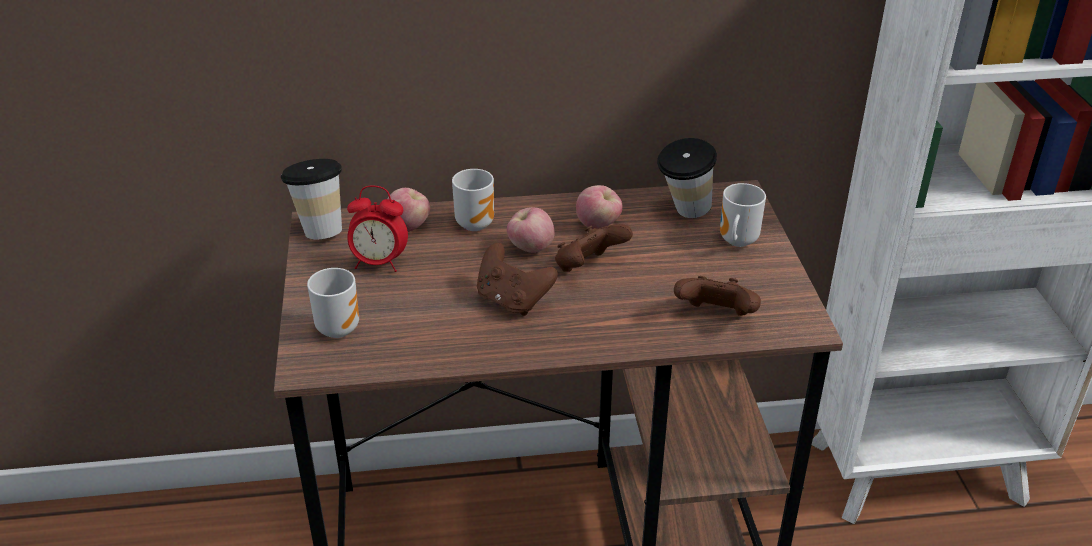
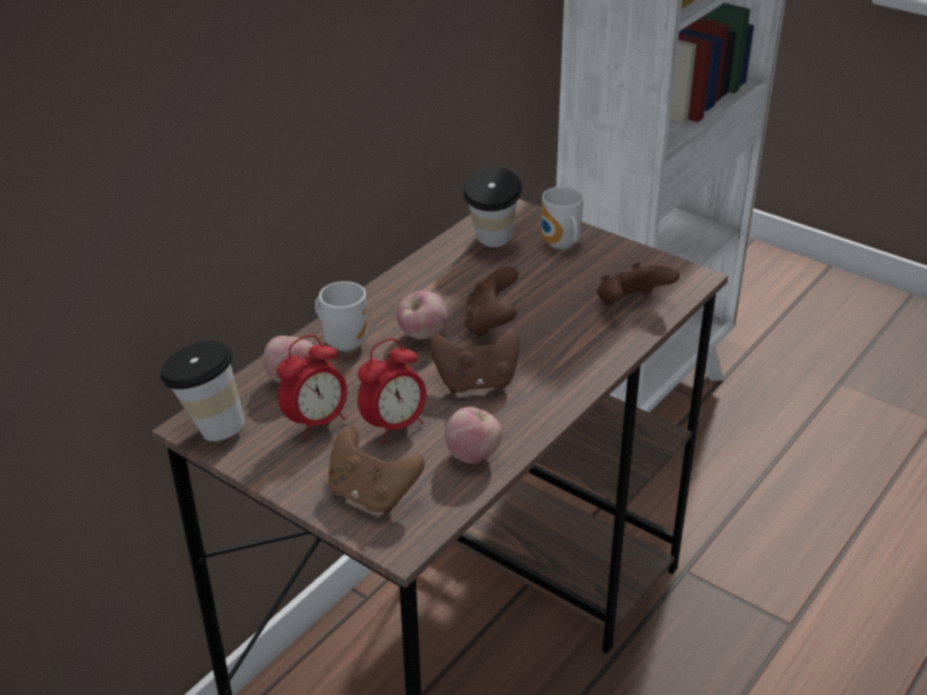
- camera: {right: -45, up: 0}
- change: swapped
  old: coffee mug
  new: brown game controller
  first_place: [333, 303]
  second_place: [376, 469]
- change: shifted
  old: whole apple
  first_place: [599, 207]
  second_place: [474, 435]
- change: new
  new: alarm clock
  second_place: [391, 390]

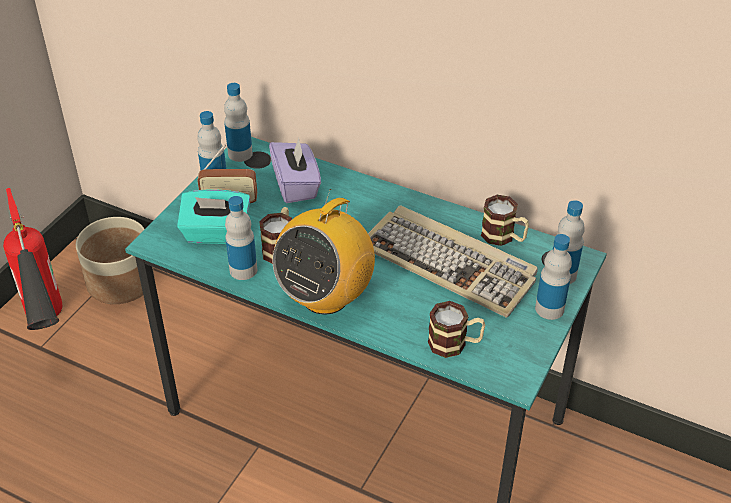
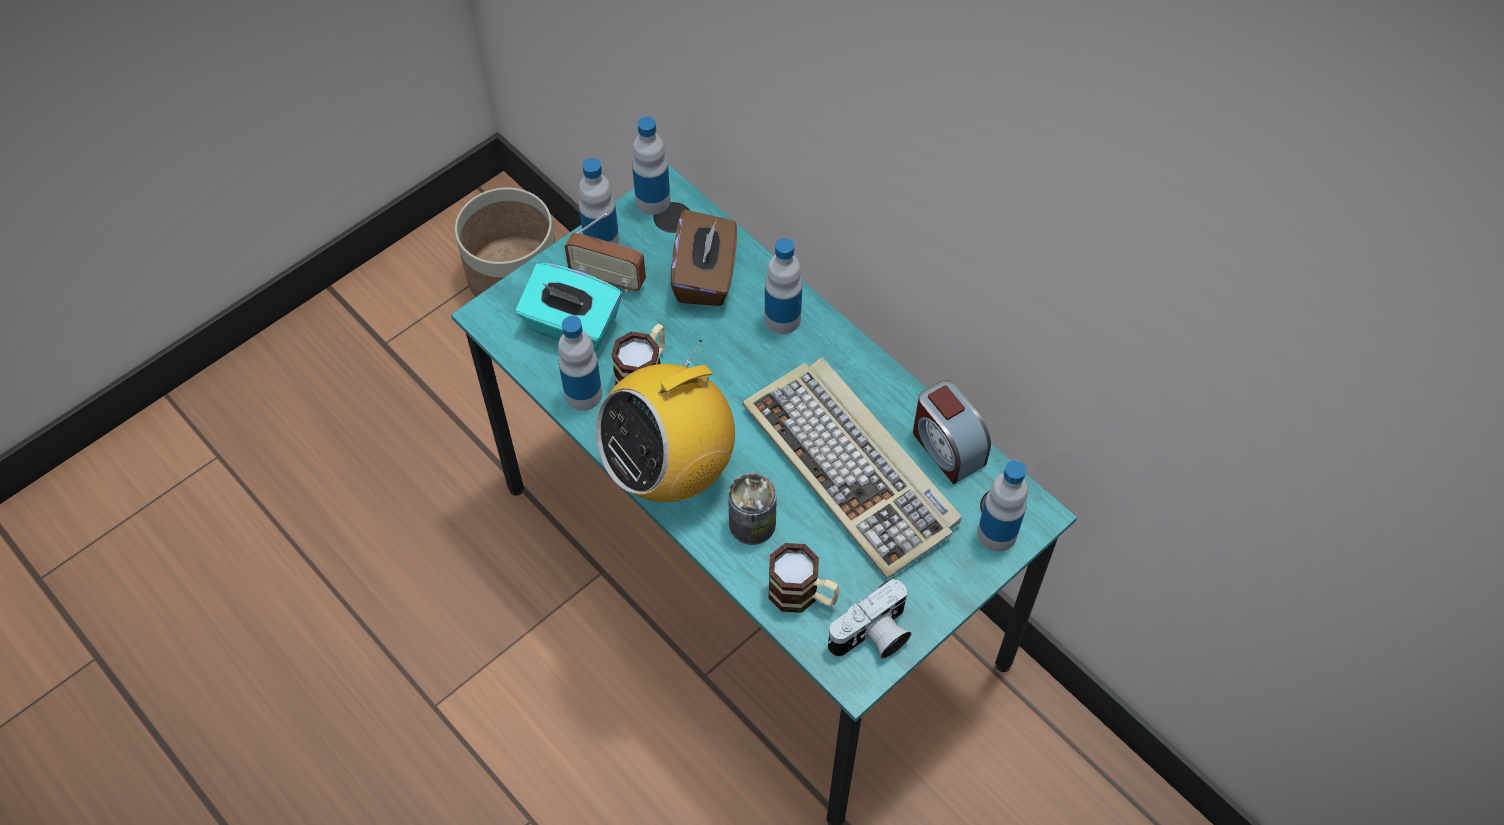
- camera: {right: 20, up: 15}
- change: gone
  old: fire-fighting cylinder
  first_place: [32, 259]
- change: repainted
  old: purple box of tissues
  new: brown box of tissues
  first_place: [295, 170]
  second_place: [704, 257]
- change: swapped
  old: coffee mug
  new: alarm clock
  first_place: [505, 220]
  second_place: [952, 432]
- change: shifted
  old: bottle
  first_place: [553, 277]
  second_place: [783, 286]
- change: new
  new: can
  second_place: [752, 509]
- change: new
  new: photo camera
  second_place: [869, 619]

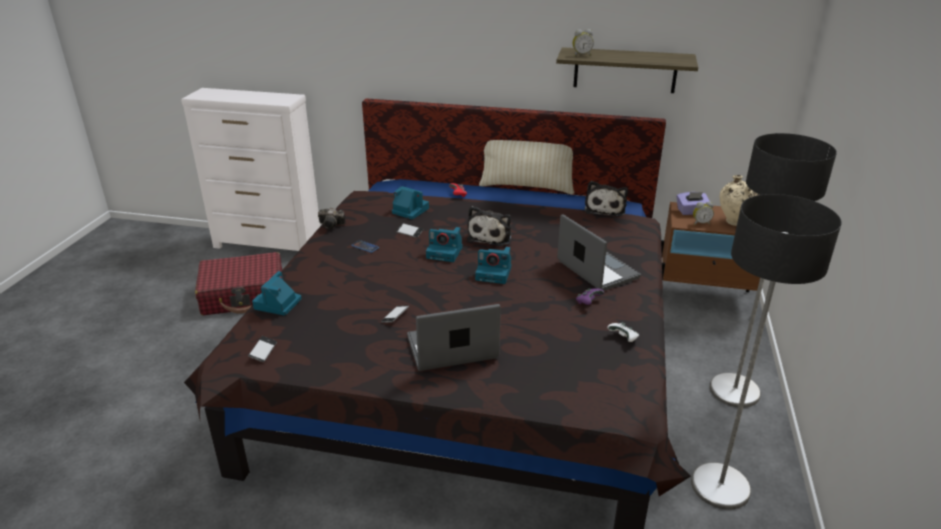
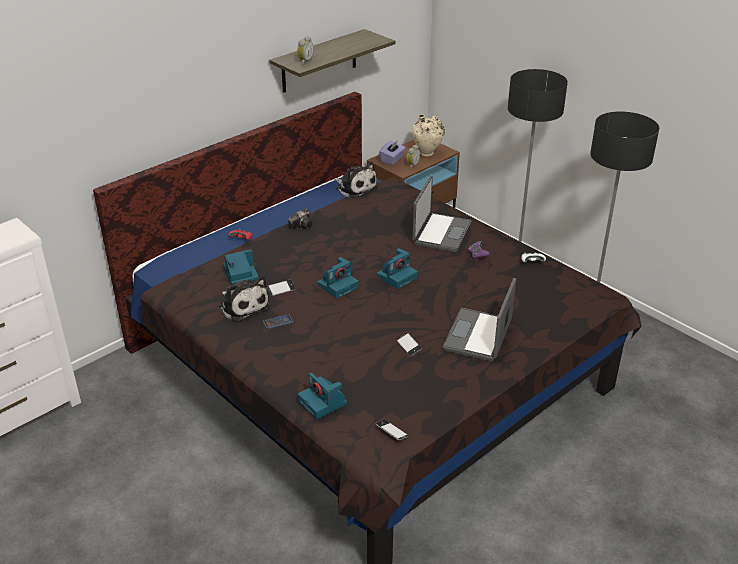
- camera: {right: -55, up: 5}
- change: gone
  old: reddish suitcase
  first_place: [238, 283]
- change: shifted
  old: photo camera
  first_place: [332, 218]
  second_place: [300, 219]
- change: shifted
  old: soft toy
  first_place: [489, 226]
  second_place: [244, 299]
- change: gone
  old: beige-coloured pillow
  first_place: [527, 167]
- change: rotated
  old: laptop
  first_place: [599, 252]
  second_place: [441, 214]
  degrees: 105

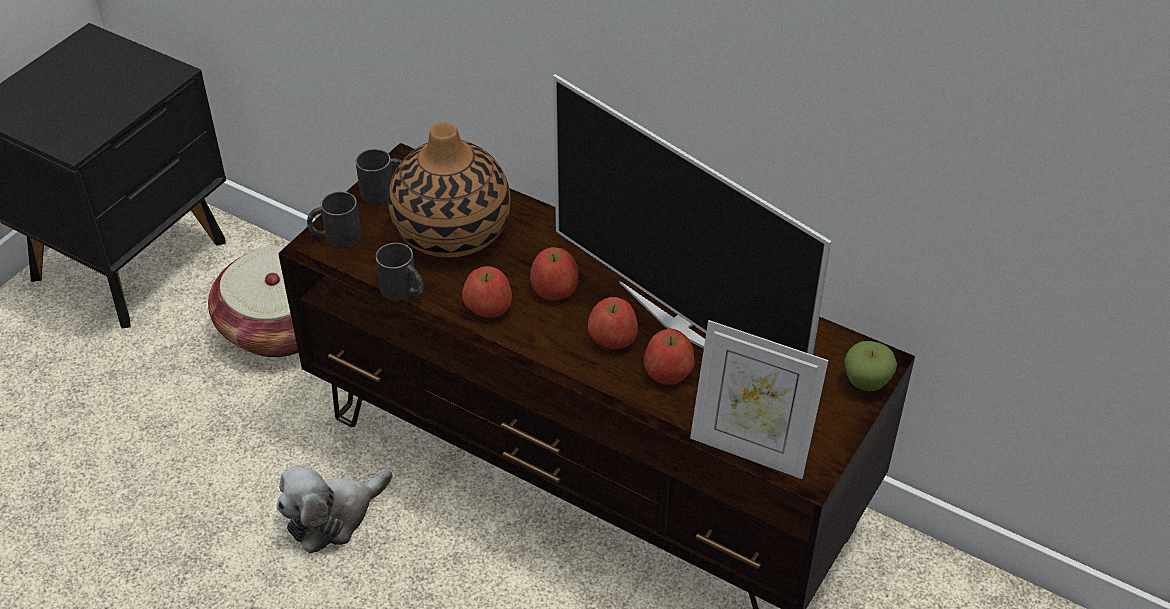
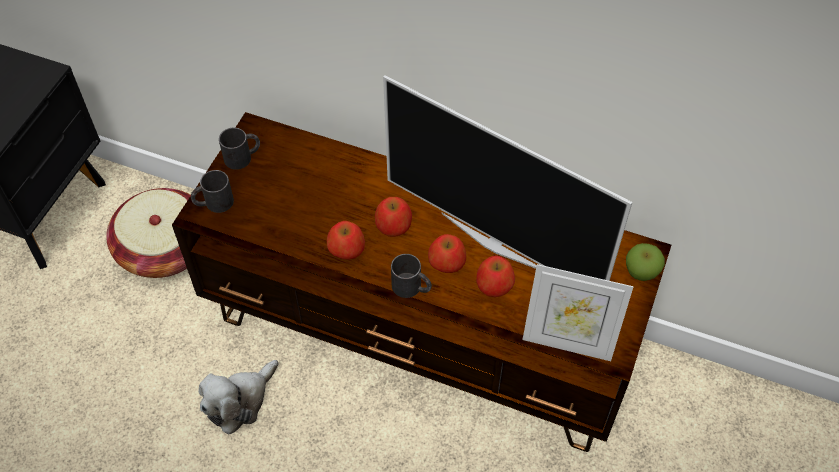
- camera: {right: -10, up: 10}
- change: shifted
  old: black coffee mug
  first_place: [399, 271]
  second_place: [411, 276]
- change: gone
  old: vase
  first_place: [449, 190]

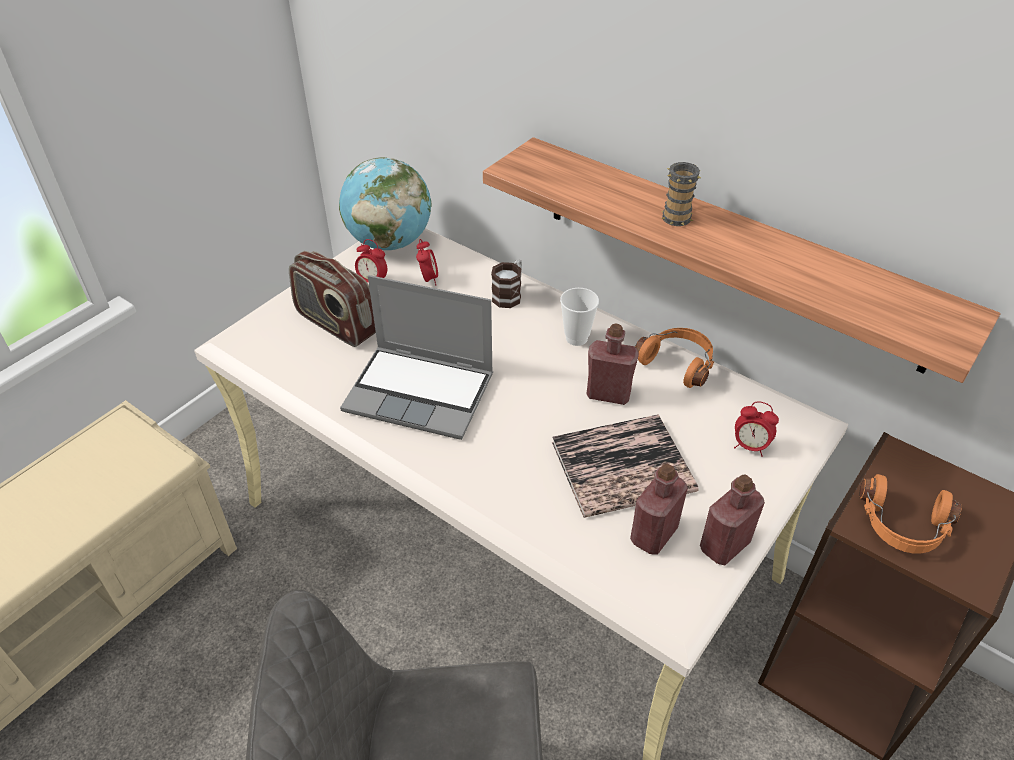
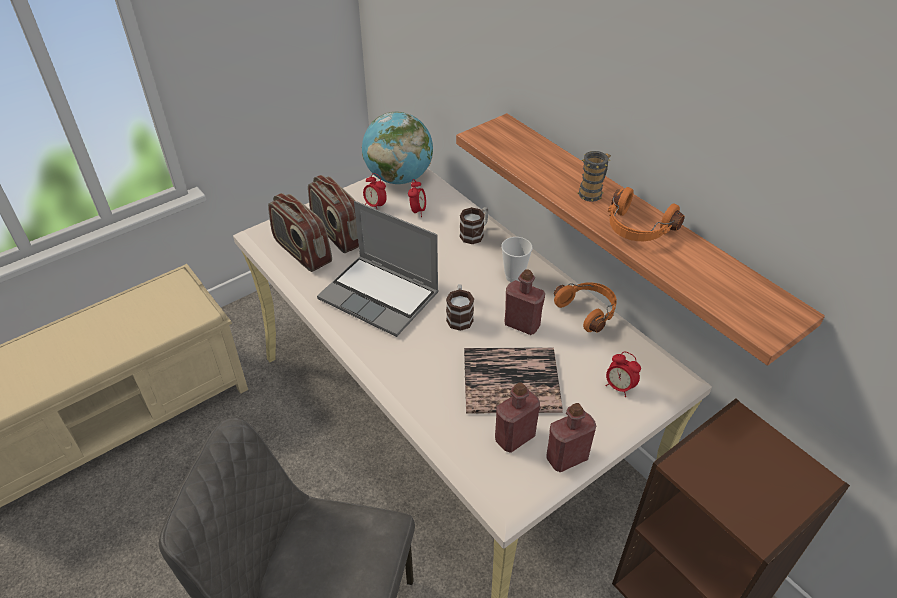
- camera: {right: 15, up: 0}
- change: shifted
  old: orange-coloured pair of headphones
  first_place: [910, 513]
  second_place: [646, 214]
- change: new
  new: radio receiver
  second_place: [300, 232]
- change: new
  new: coffee mug
  second_place: [460, 307]

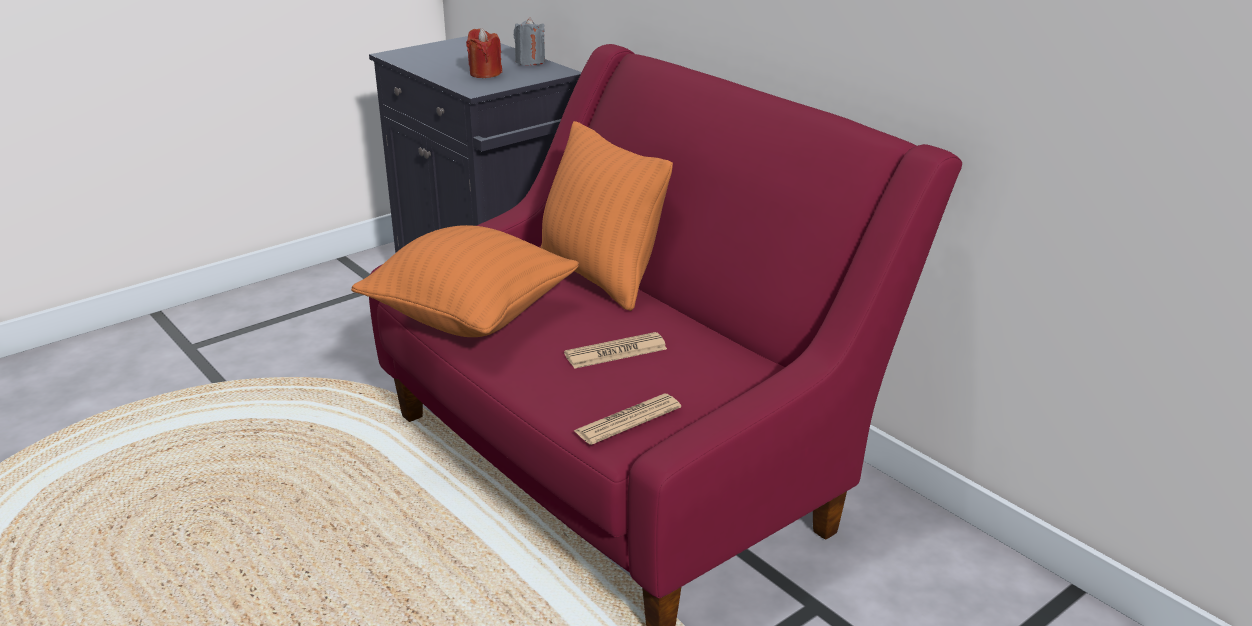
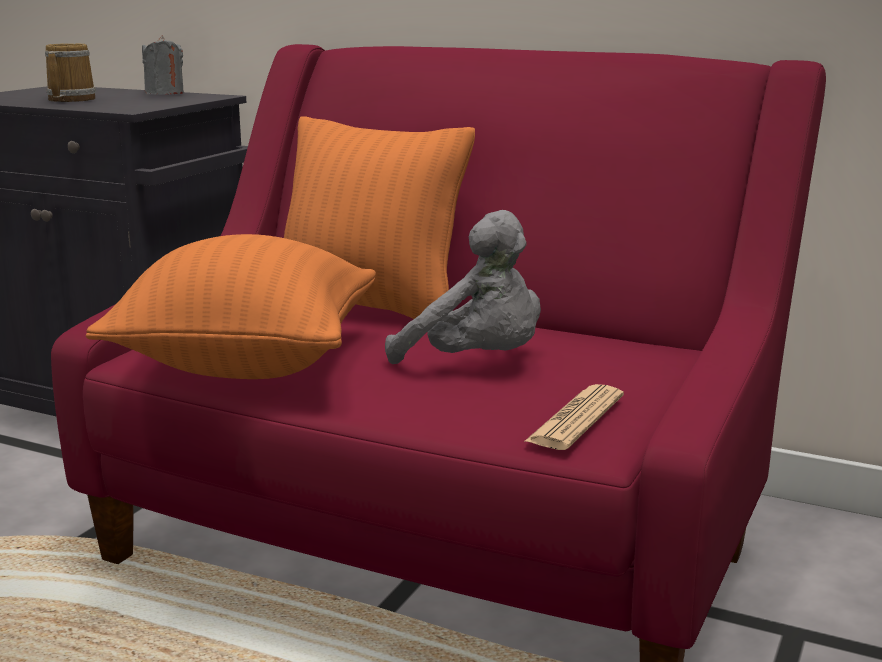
- camera: {right: -25, up: -10}
- change: gone
  old: reddish candle
  first_place: [484, 53]
- change: swapped
  old: printed paper
  new: gray soft toy
  first_place: [615, 350]
  second_place: [463, 287]
- change: new
  new: coffee mug
  second_place: [70, 72]

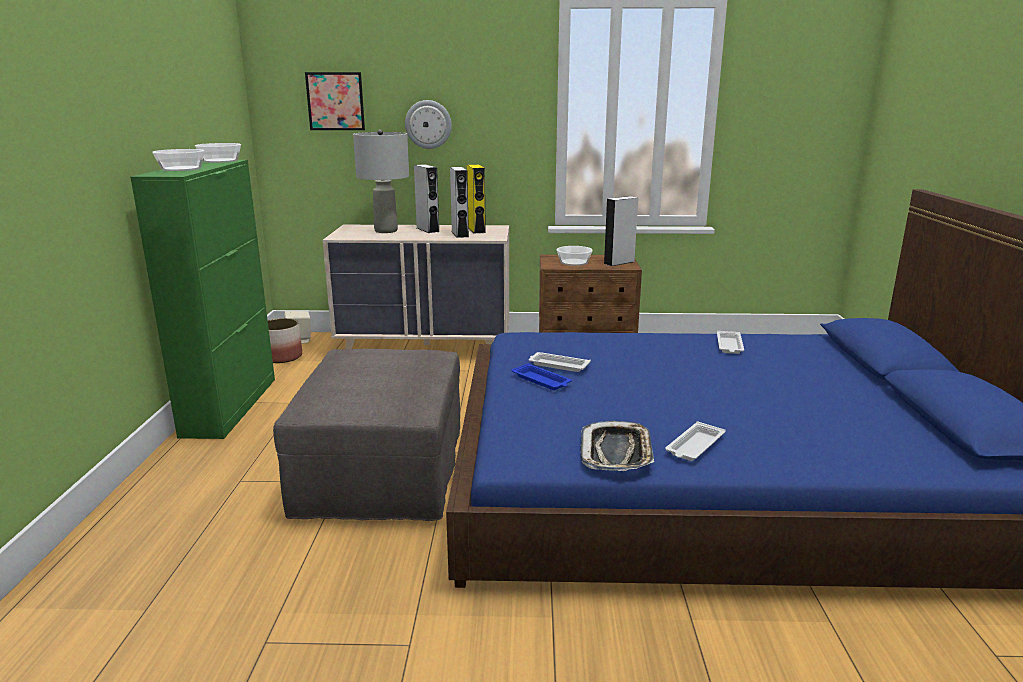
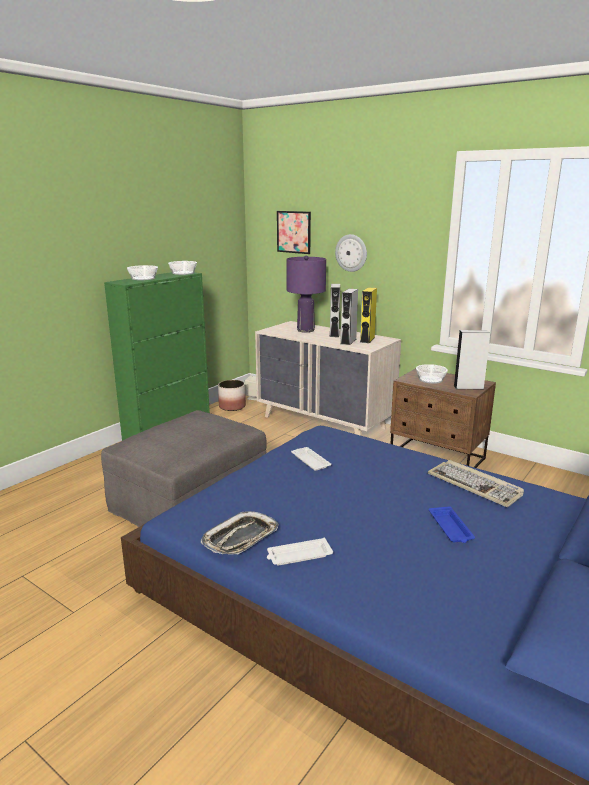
- camera: {right: 35, up: 0}
- change: repainted
  old: gray lamp for a table
  new: purple lamp for a table
  first_place: [381, 181]
  second_place: [306, 294]
- change: shifted
  old: blue serving tray
  first_place: [541, 376]
  second_place: [452, 524]
- change: swapped
  old: white serving tray
  new: PC keyboard
  first_place: [730, 342]
  second_place: [476, 483]

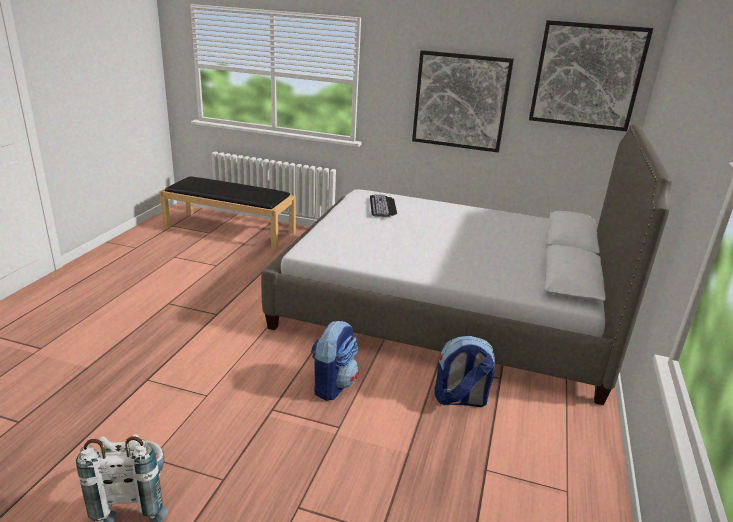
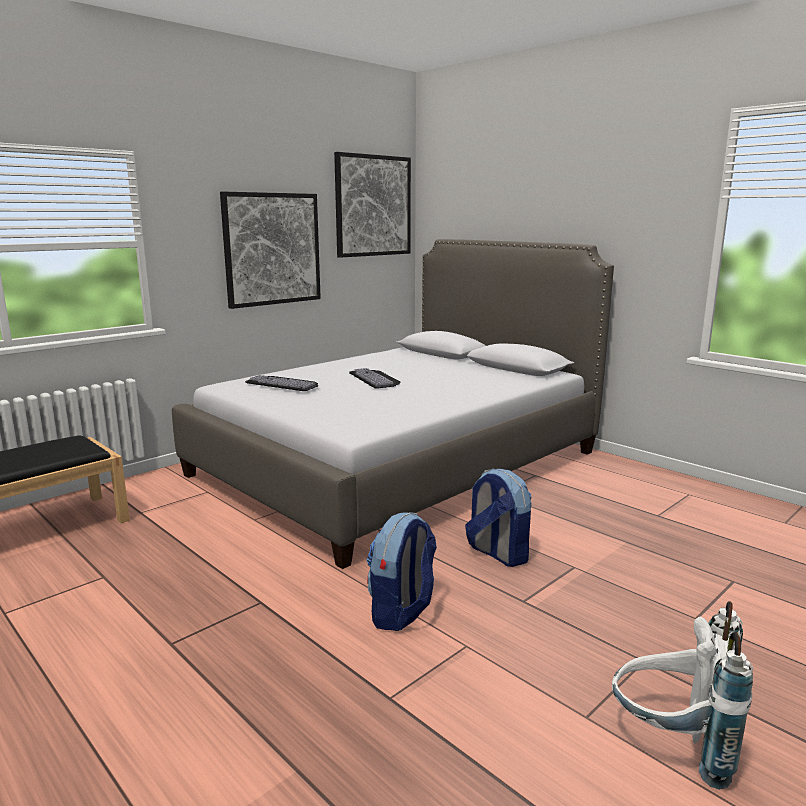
- camera: {right: -60, up: -10}
- change: shifted
  old: backpack
  first_place: [465, 371]
  second_place: [402, 571]
- change: new
  new: PC keyboard
  second_place: [374, 378]

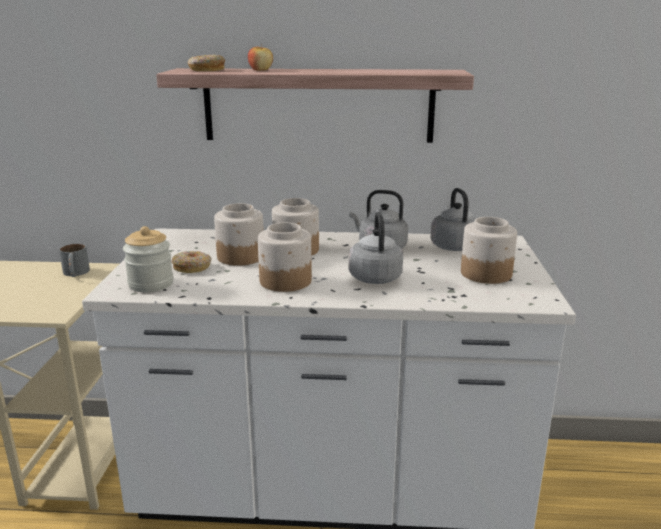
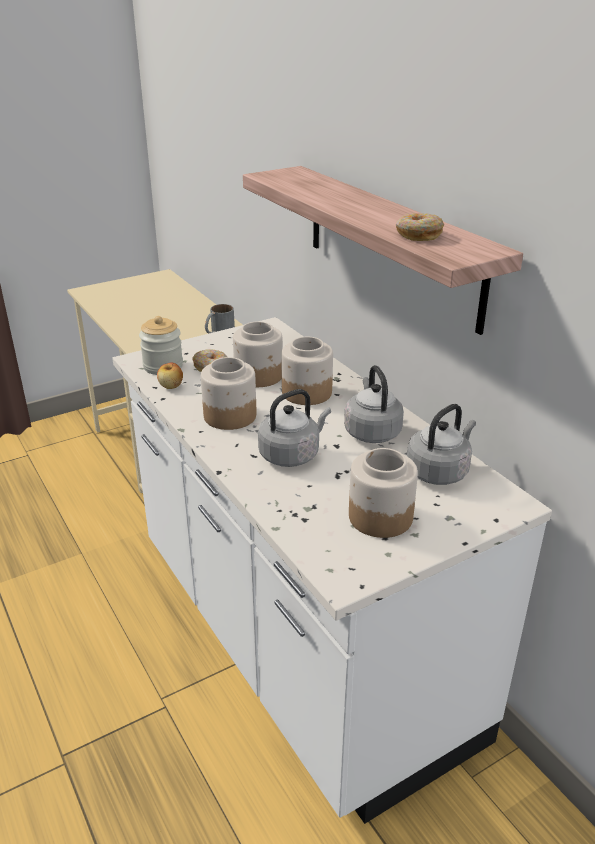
- camera: {right: 55, up: 10}
- change: shifted
  old: doughnut
  first_place: [206, 63]
  second_place: [420, 227]
- change: shifted
  old: whole apple
  first_place: [260, 57]
  second_place: [170, 376]

